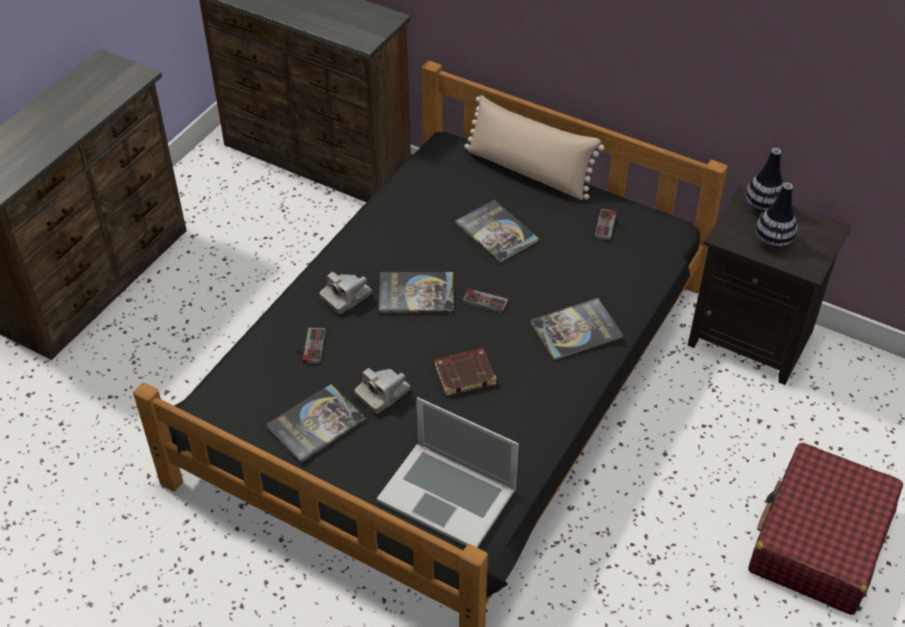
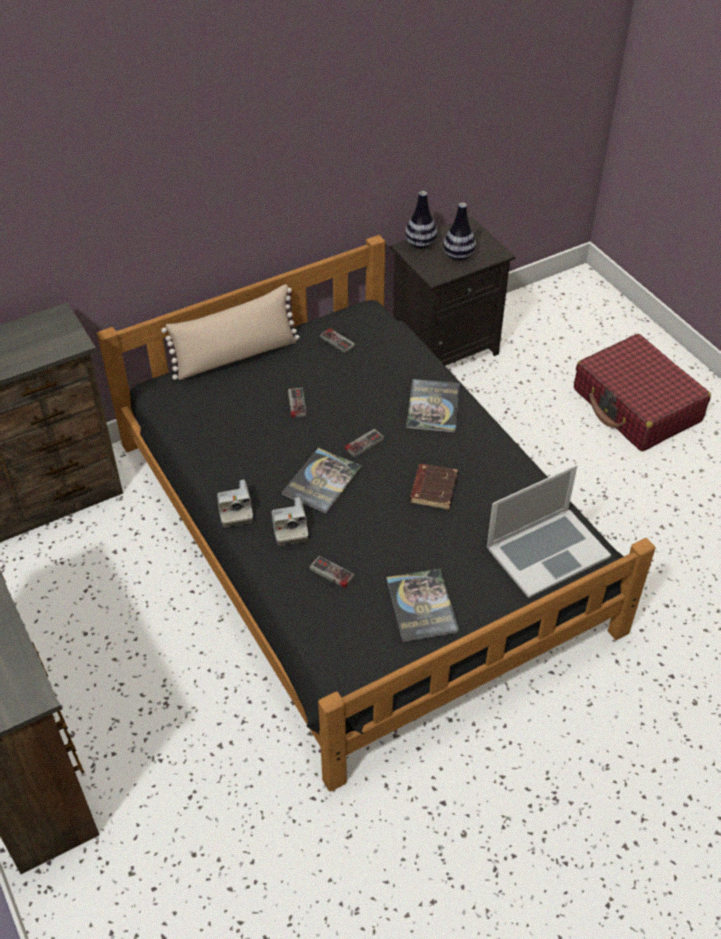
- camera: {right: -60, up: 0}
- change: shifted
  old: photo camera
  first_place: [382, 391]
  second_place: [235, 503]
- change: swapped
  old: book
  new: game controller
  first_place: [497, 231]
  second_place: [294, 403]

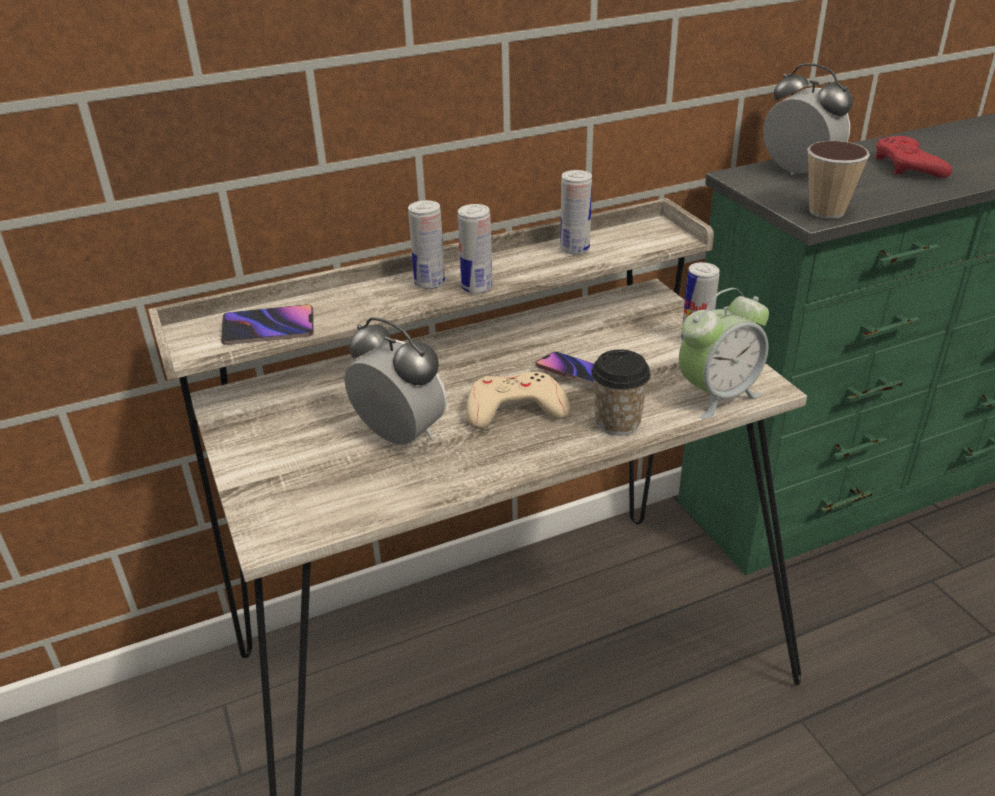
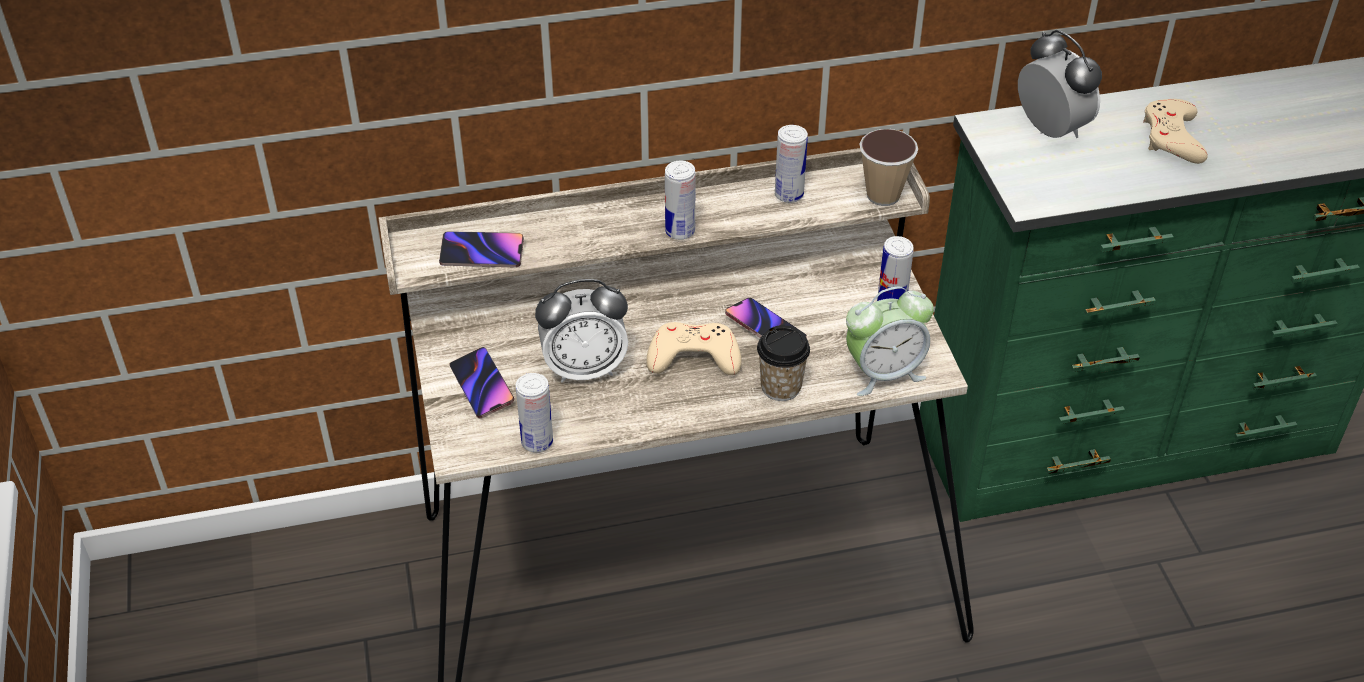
- camera: {right: 10, up: 10}
- change: rotated
  old: alarm clock
  first_place: [395, 381]
  second_place: [581, 331]
  degrees: 120
- change: shifted
  old: can
  first_place: [426, 244]
  second_place: [534, 413]
- change: shifted
  old: drinking cup
  first_place: [838, 180]
  second_place: [889, 167]
- change: repainted
  old: reddish game controller
  new: beige-coloured game controller
  first_place: [913, 157]
  second_place: [1175, 131]
- change: new
  new: phone
  second_place: [482, 383]

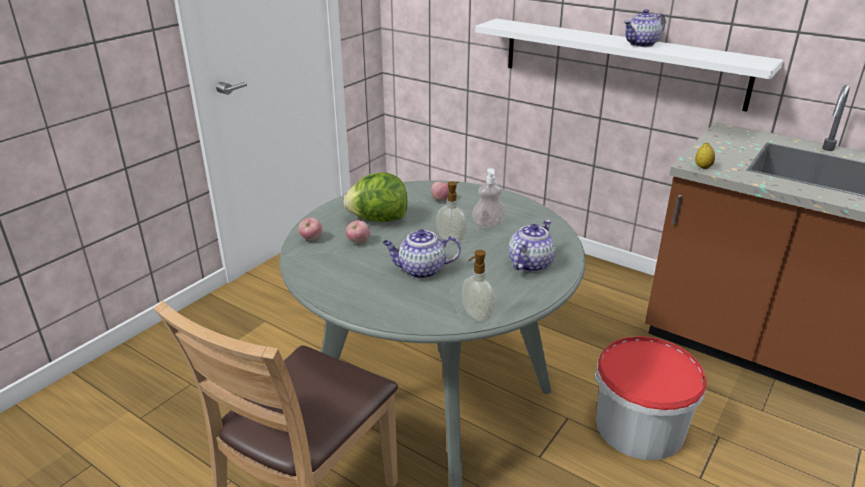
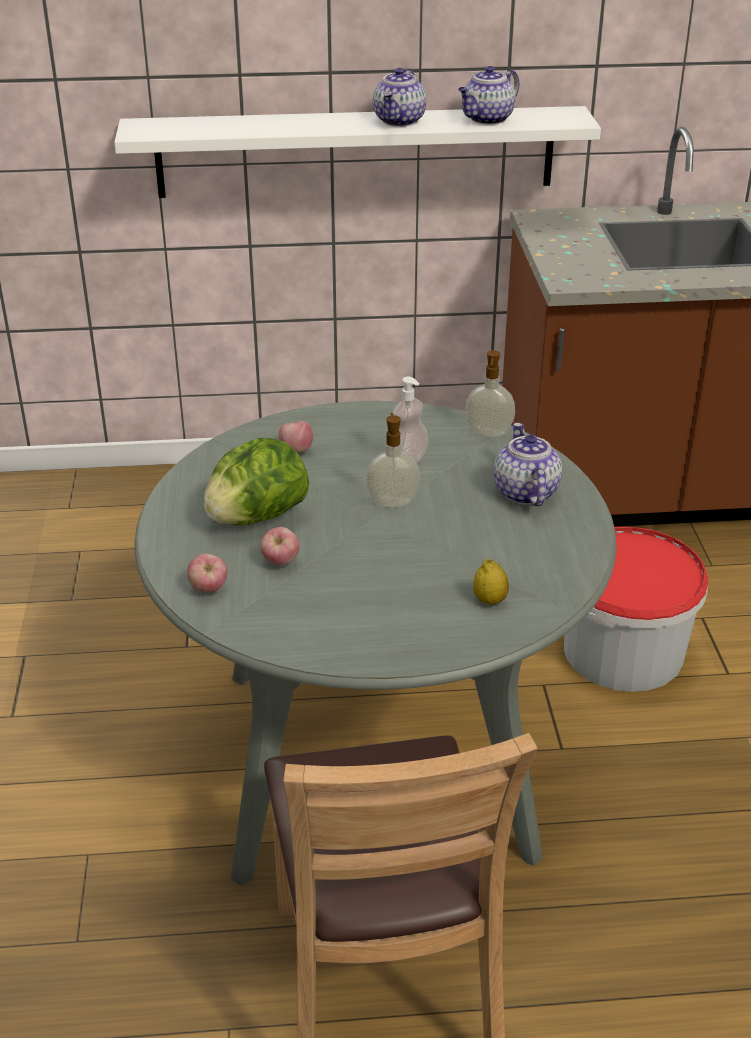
- camera: {right: -40, up: 5}
- change: shifted
  old: tea pot
  first_place: [421, 254]
  second_place: [488, 95]
- change: shifted
  old: liquid soap bottle
  first_place: [478, 286]
  second_place: [490, 393]
- change: shifted
  old: citrus fruit
  first_place: [705, 156]
  second_place: [491, 581]

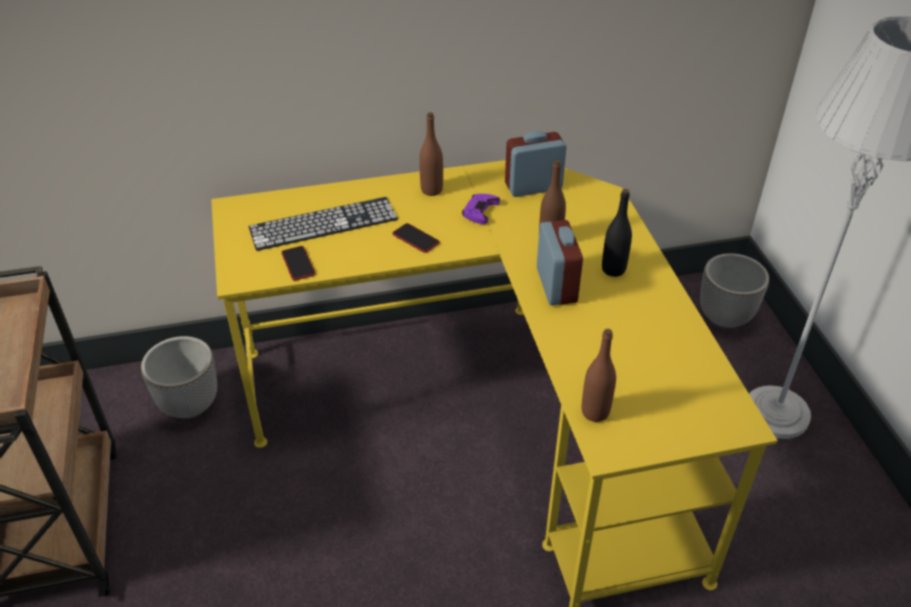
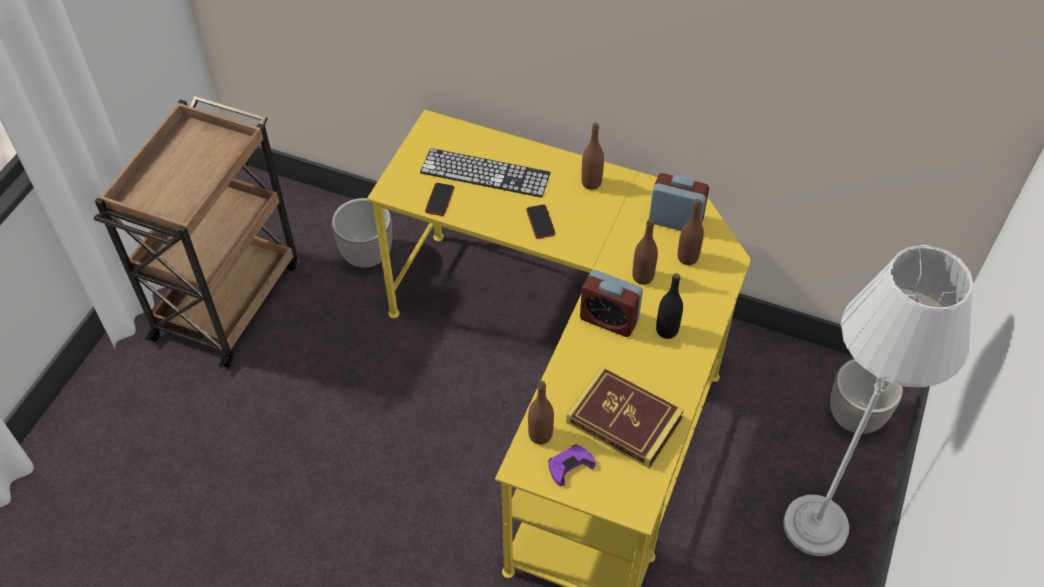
- camera: {right: 35, up: 10}
- change: shifted
  old: purple game controller
  first_place: [481, 209]
  second_place: [572, 465]
- change: rotated
  old: alarm clock
  first_place: [560, 262]
  second_place: [611, 303]
  degrees: 90
- change: new
  new: book
  second_place: [625, 417]
- change: new
  new: brown bottle
  second_place: [691, 232]

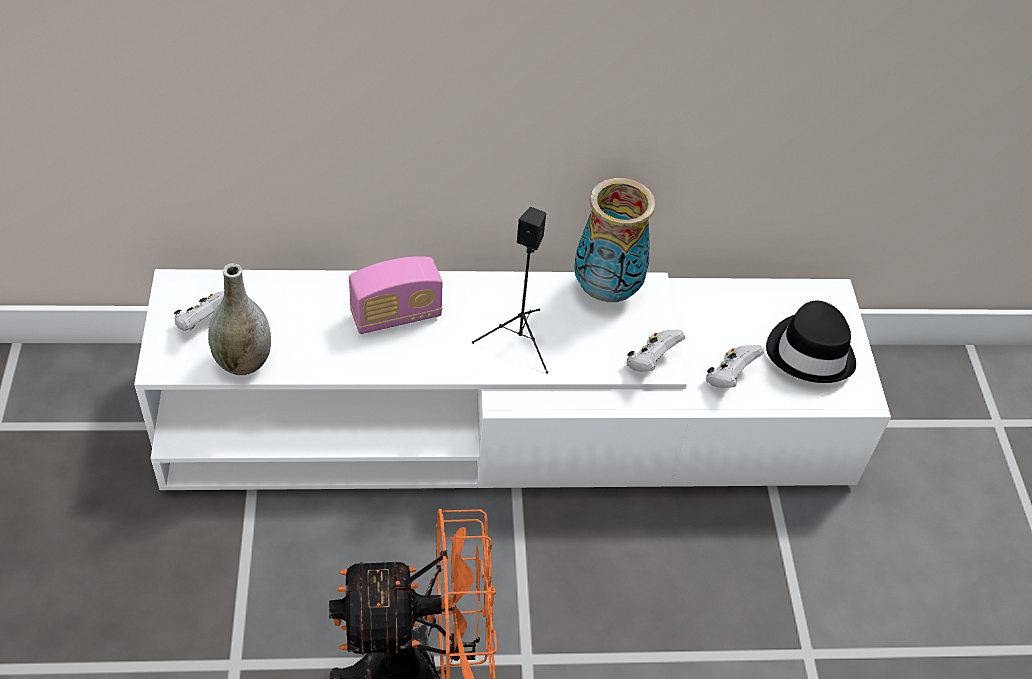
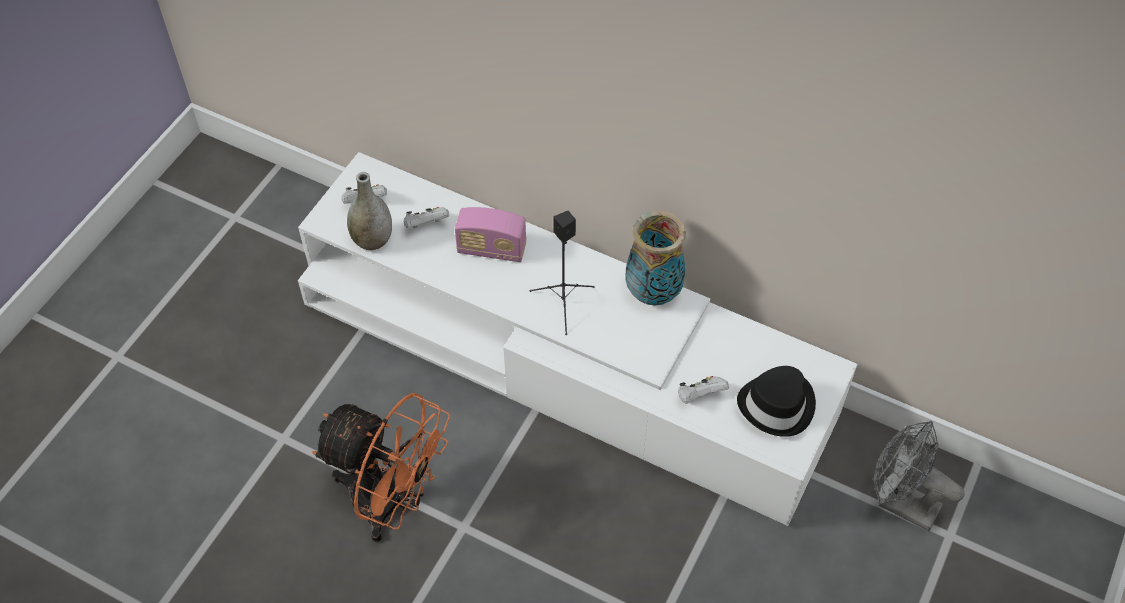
- camera: {right: 35, up: 5}
- change: shifted
  old: white game controller
  first_place: [656, 351]
  second_place: [426, 217]
- change: new
  new: gray fan
  second_place: [919, 476]

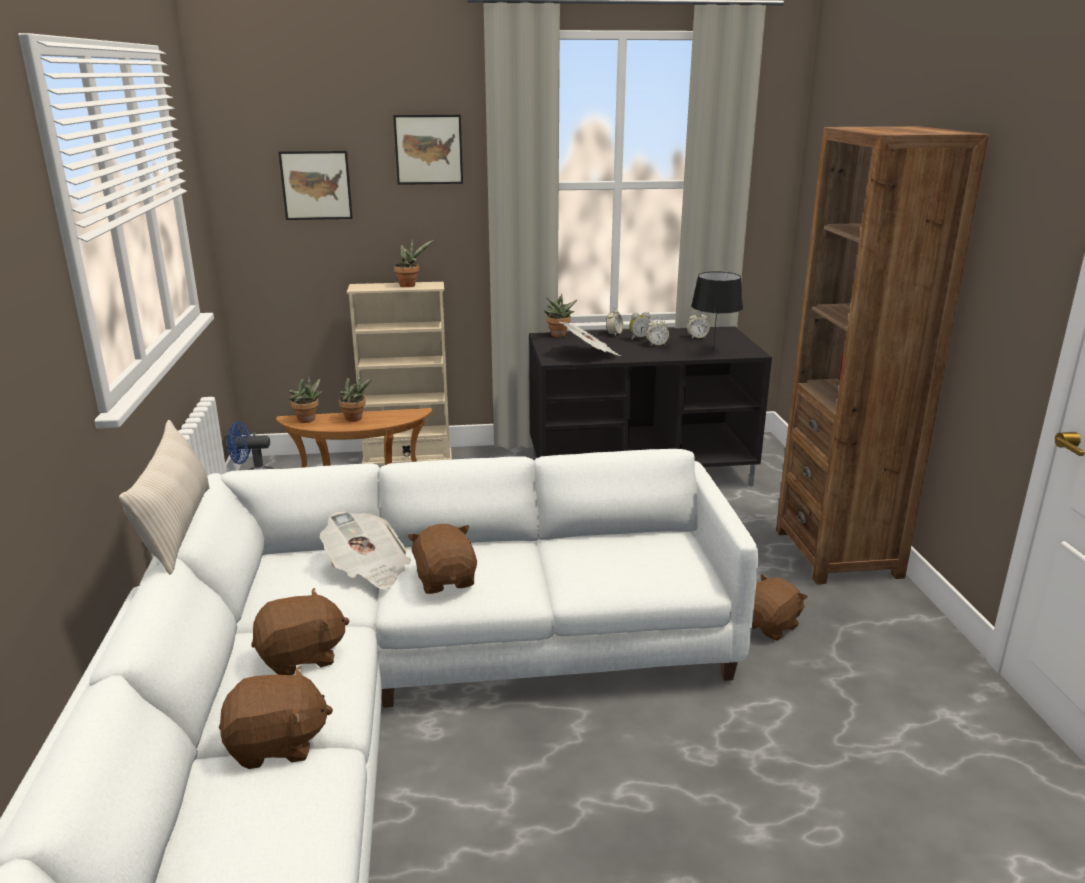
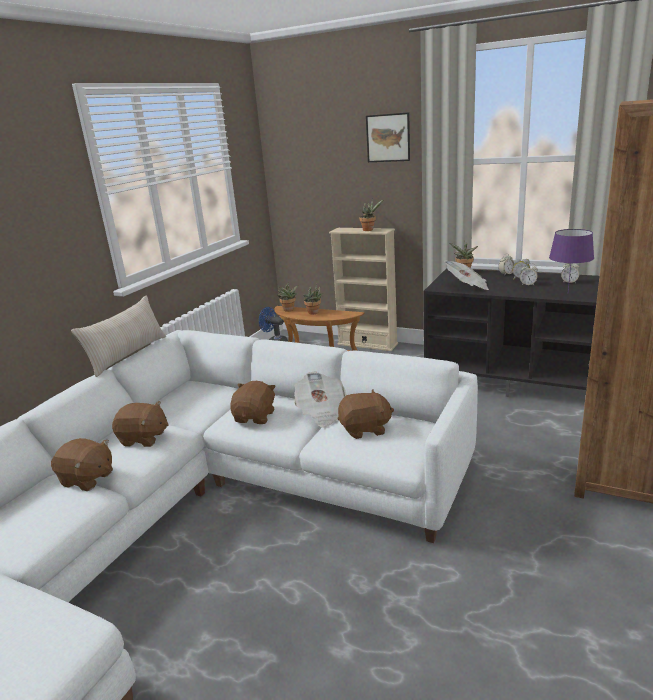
- camera: {right: 35, up: 0}
- change: gone
  old: picture
  first_place: [315, 185]
- change: shifted
  old: printed paper
  first_place: [365, 550]
  second_place: [320, 400]
- change: repainted
  old: black lamp for a table
  new: purple lamp for a table
  first_place: [717, 312]
  second_place: [571, 260]
- change: shifted
  old: brown soft toy
  first_place: [780, 607]
  second_place: [366, 414]

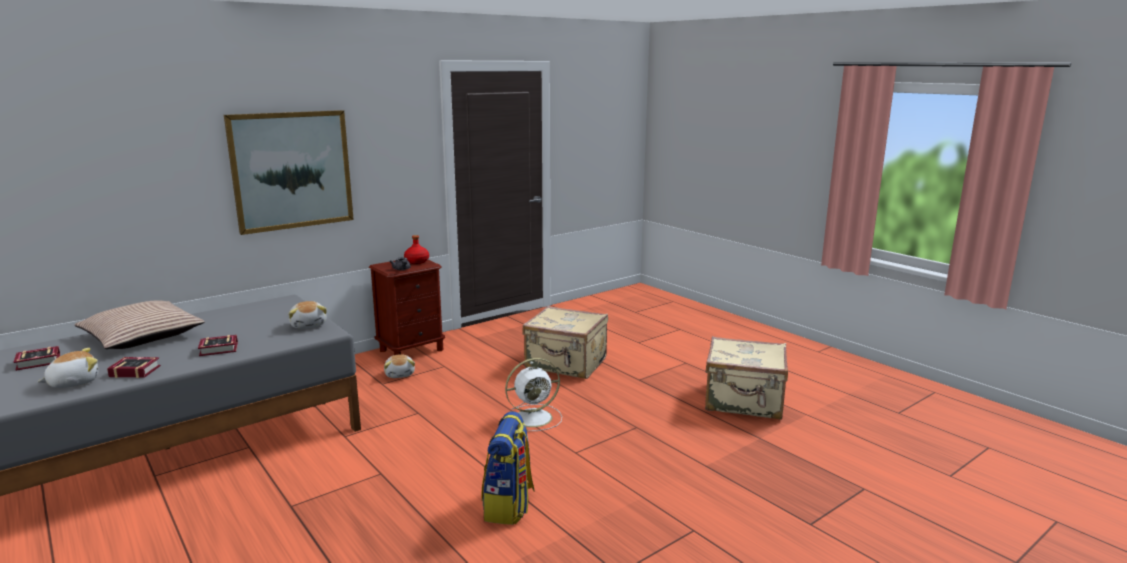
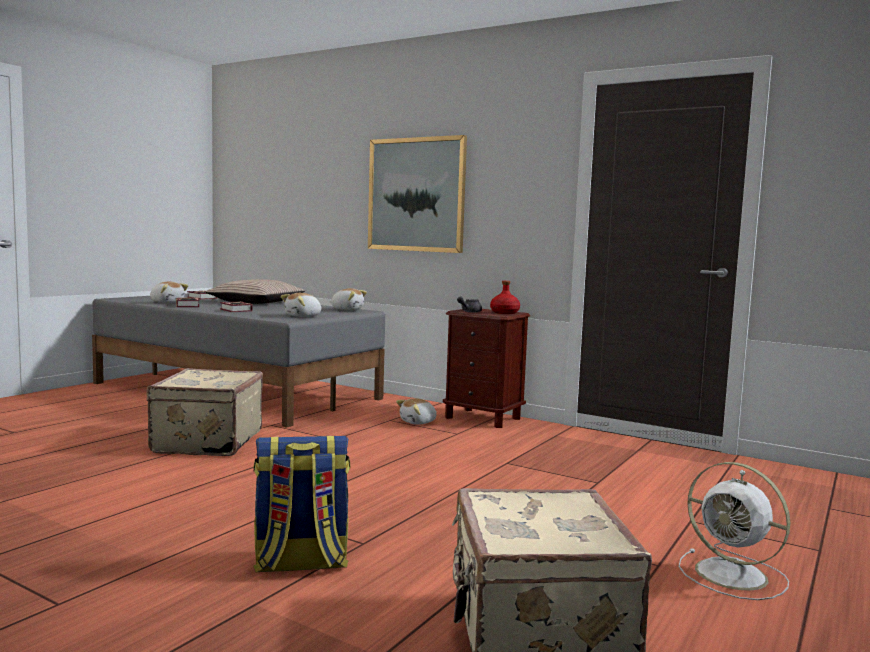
- camera: {right: 70, up: -10}
- change: shifted
  old: backpack
  first_place: [508, 468]
  second_place: [301, 504]
- change: shifted
  old: white fan
  first_place: [532, 394]
  second_place: [734, 531]
- change: shifted
  old: beige-coloured suitcase
  first_place: [565, 342]
  second_place: [205, 412]
- change: new
  new: soft toy
  second_place: [348, 299]

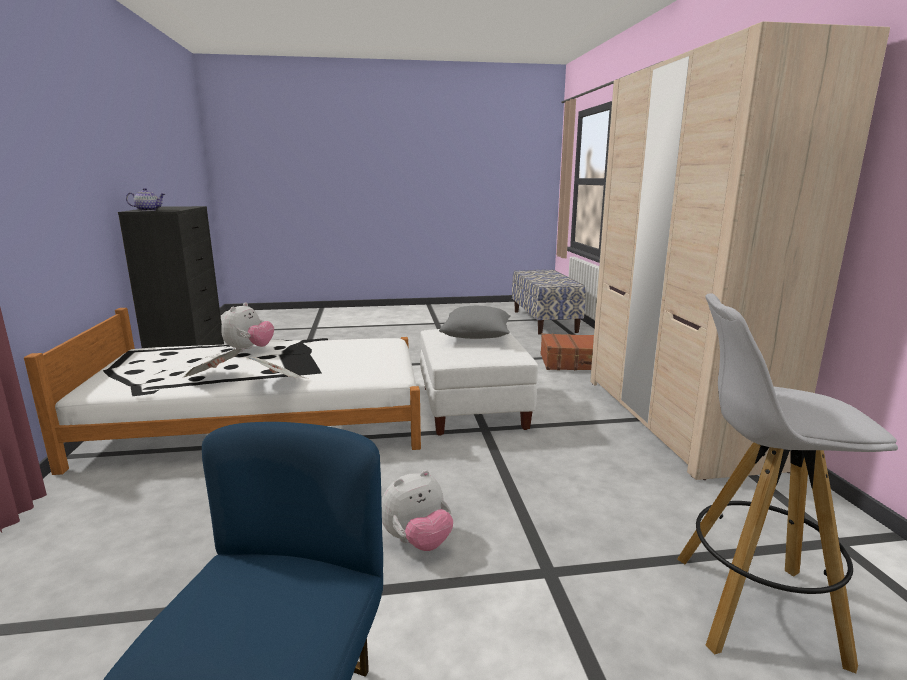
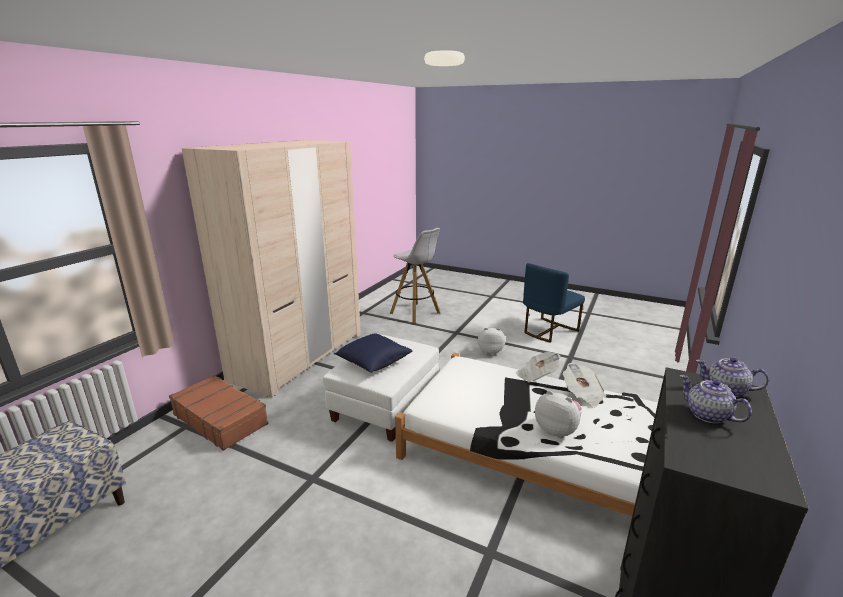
- camera: {right: -145, up: 5}
- change: rotated
  old: soft toy
  first_place: [247, 327]
  second_place: [558, 414]
  degrees: 75
- change: repainted
  old: gray pillow
  new: blue pillow
  first_place: [475, 322]
  second_place: [373, 353]
- change: new
  new: tea pot
  second_place: [715, 399]

